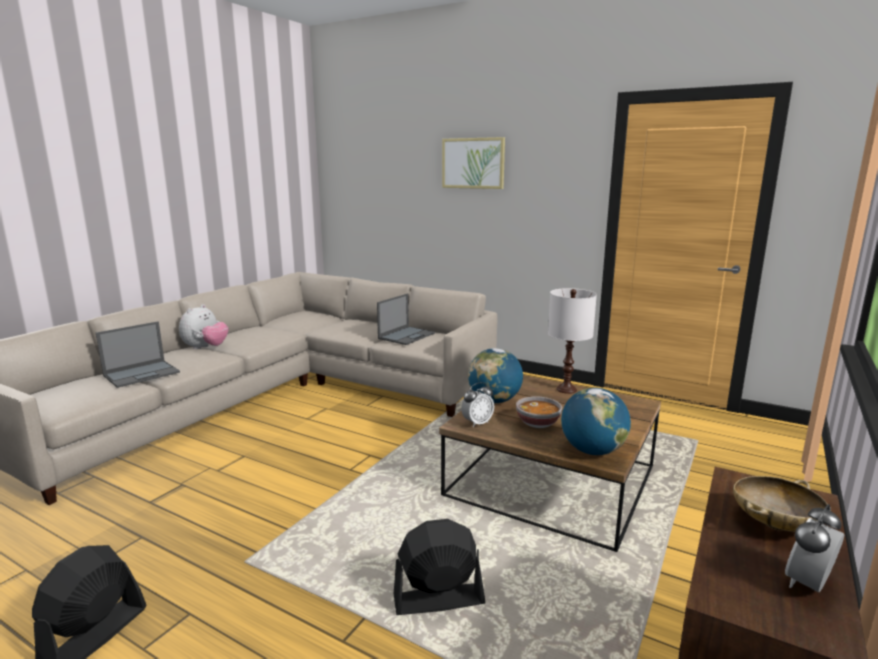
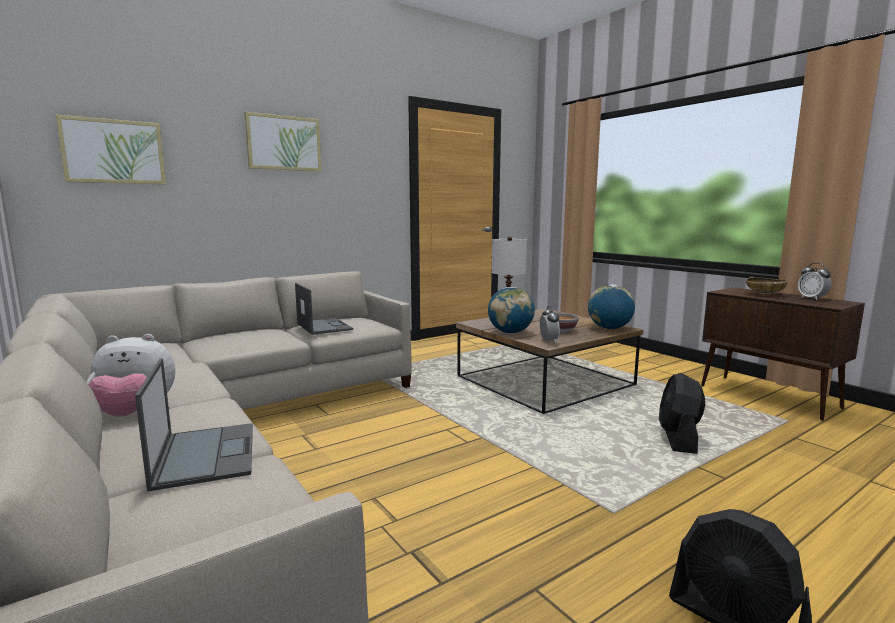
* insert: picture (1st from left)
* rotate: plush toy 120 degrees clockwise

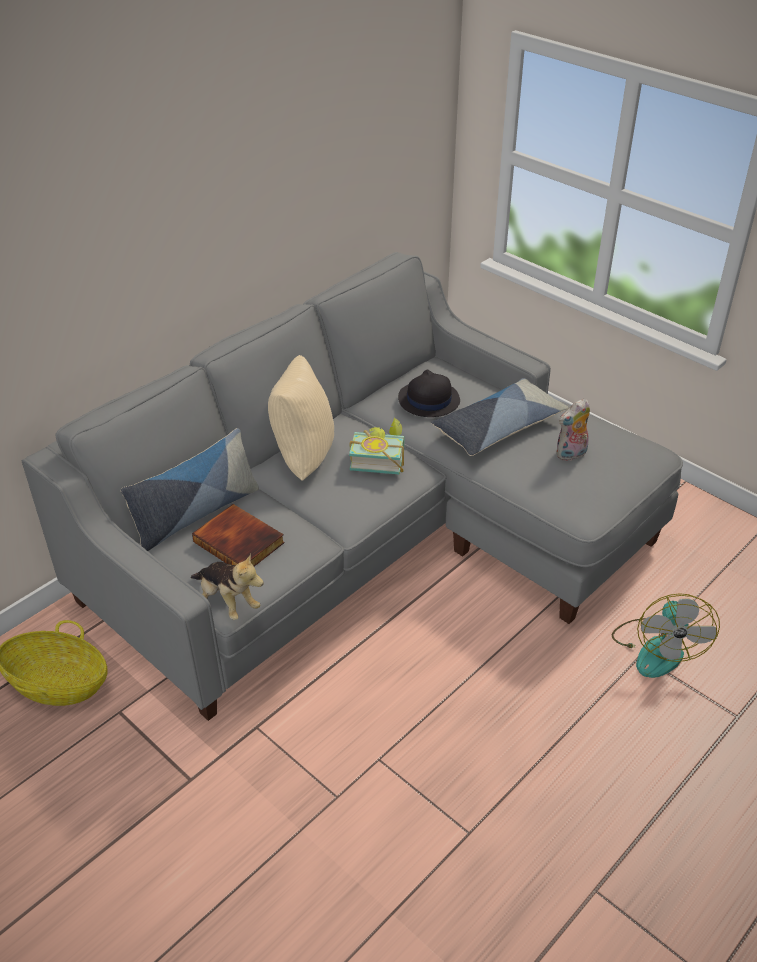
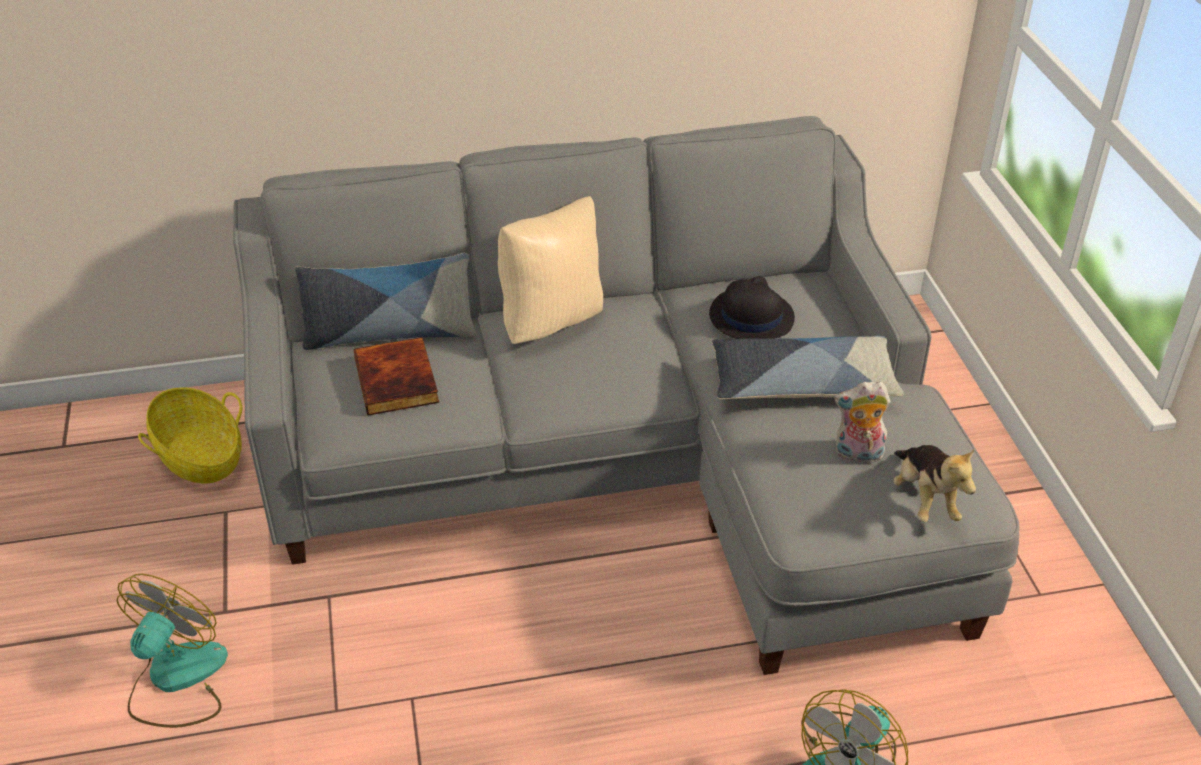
* delete: book (2nd from left)
* insert: fan (1st from left)
* move: plush toy (1st from left in the first image) to plush toy (2nd from left)

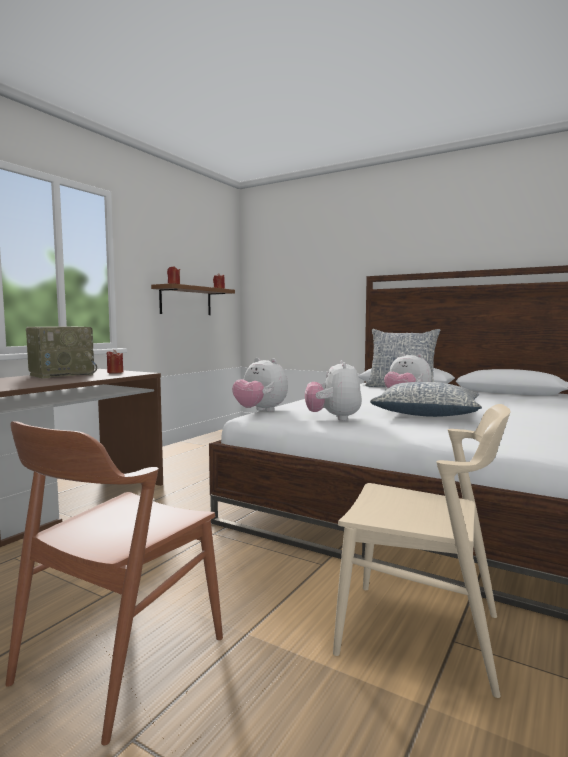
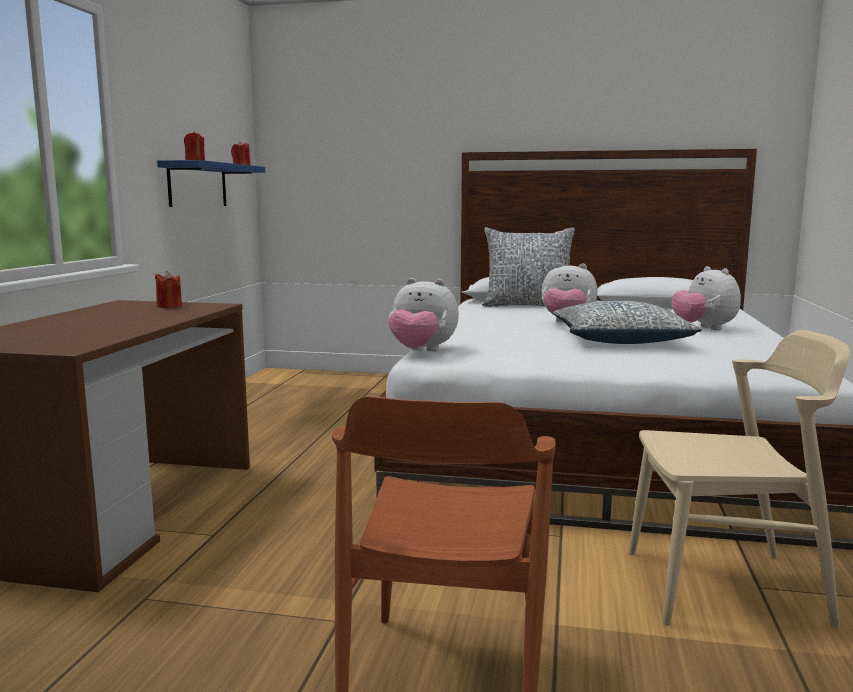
* delete: radio
* move: plush toy (2nd from left in the first image) to plush toy (3rd from left)
* recolor: brown shelf to blue shelf

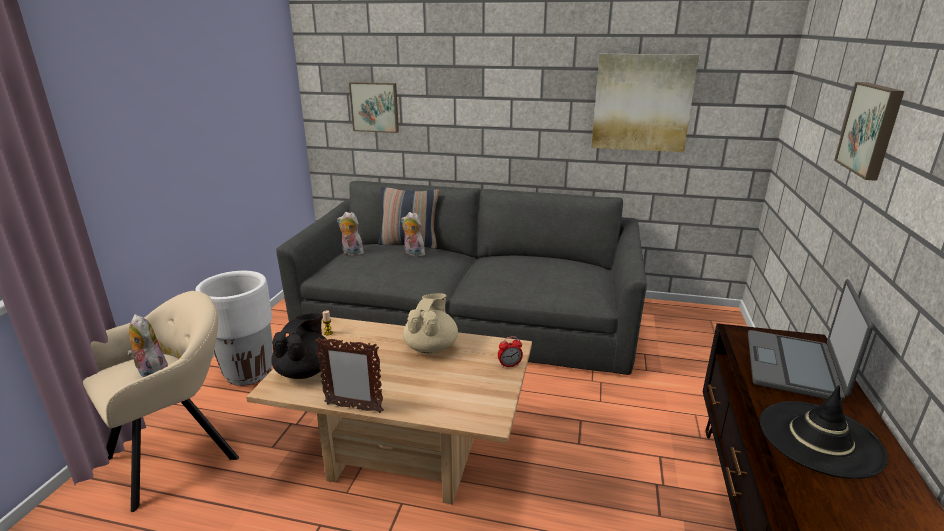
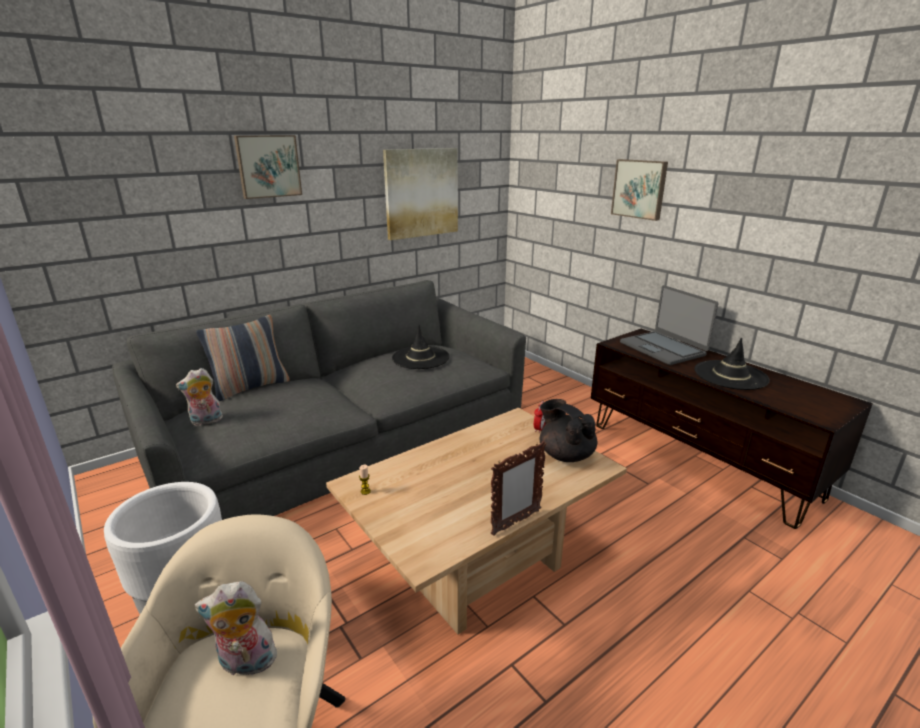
* delete: plush toy (3rd from left)
* delete: beige teapot
* insert: black hat (1st from left)
* move: black teapot
* move: picture (1st from left)

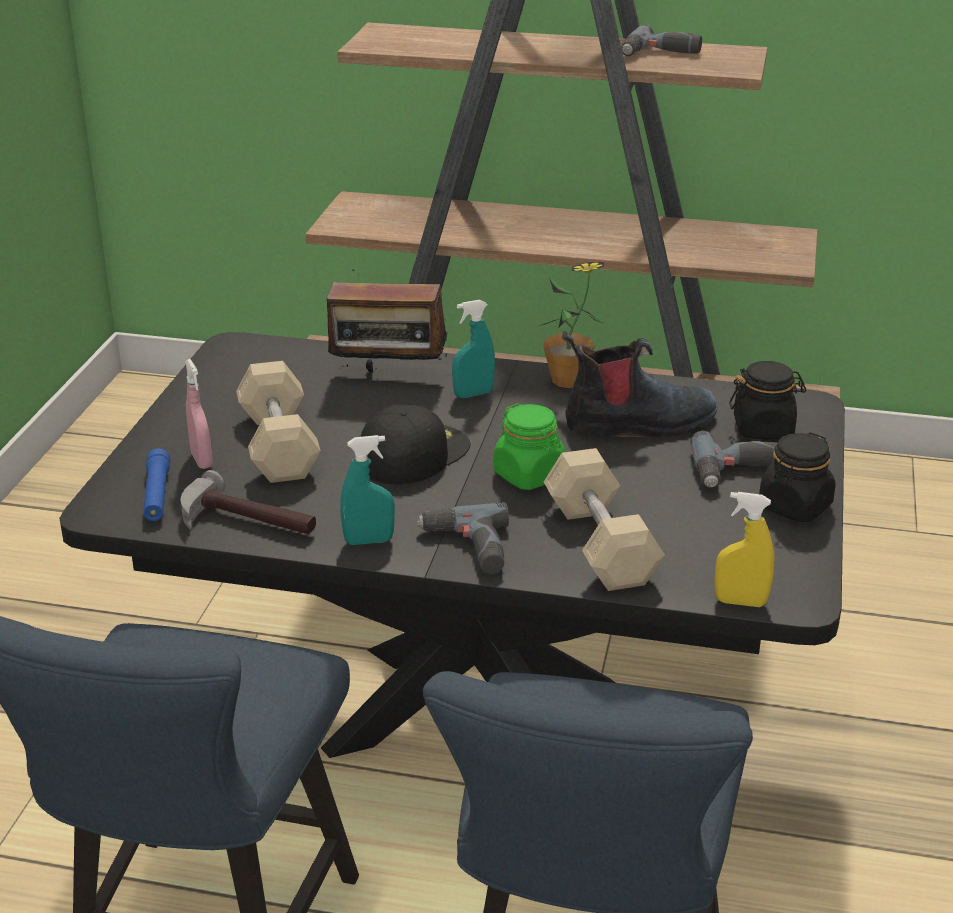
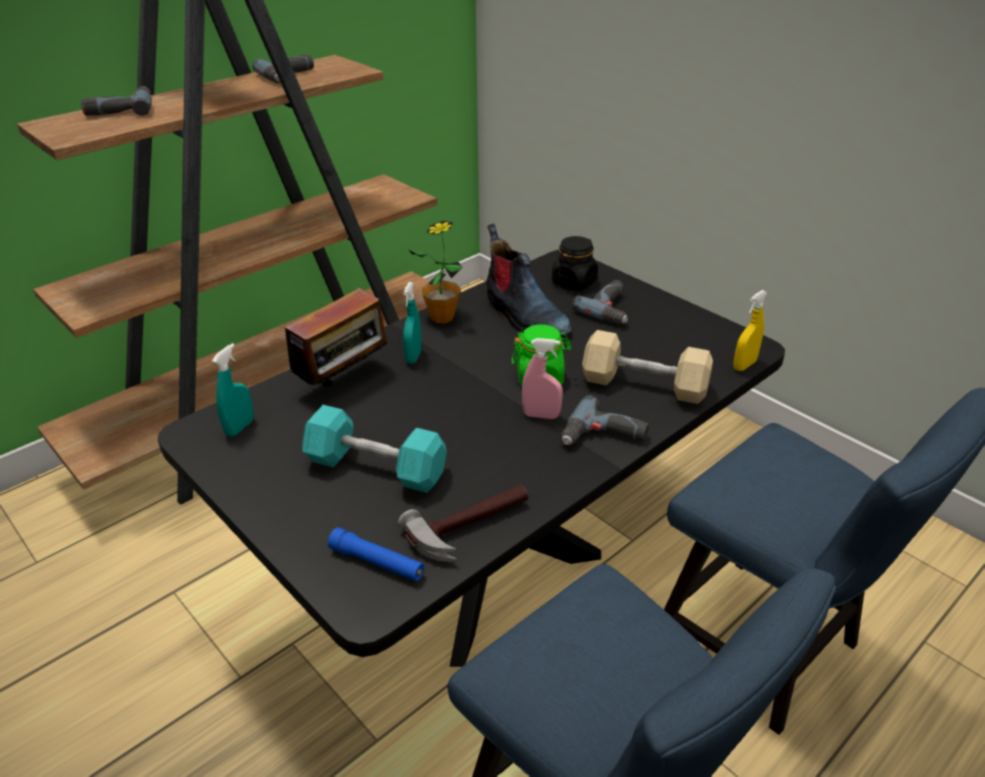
* delete: black cap
* delete: black jar (2nd from left)
* insert: power drill (1st from left)
* move: pink spray bottle
* move: turquoise spray bottle (1st from left)
* recolor: beige dumbbell (1st from left) to turquoise dumbbell
* rotate: boot 120 degrees clockwise

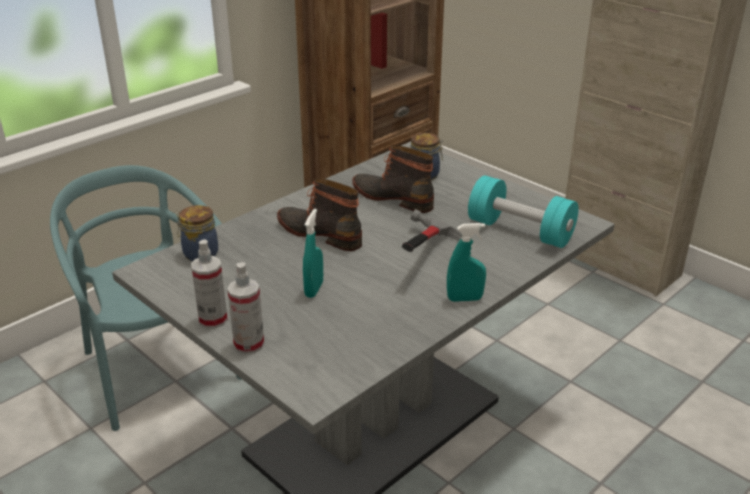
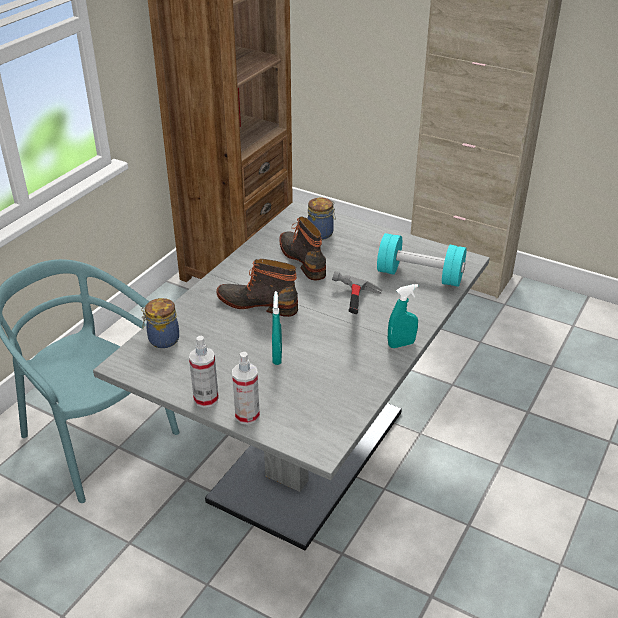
* rotate: boot (2nd from left) 45 degrees clockwise

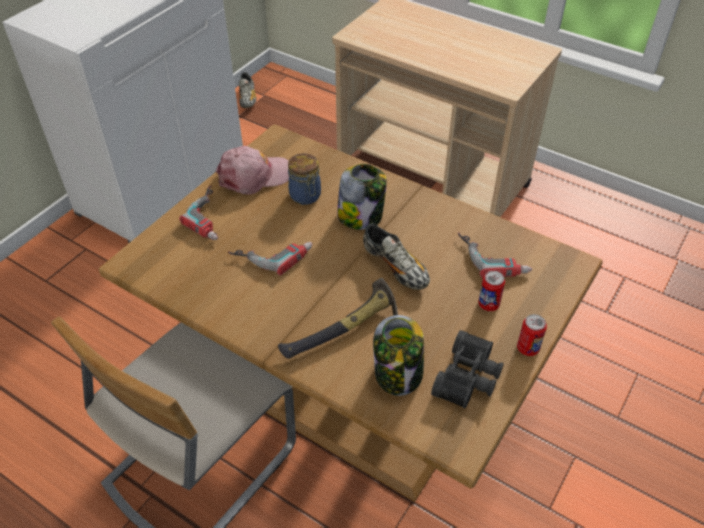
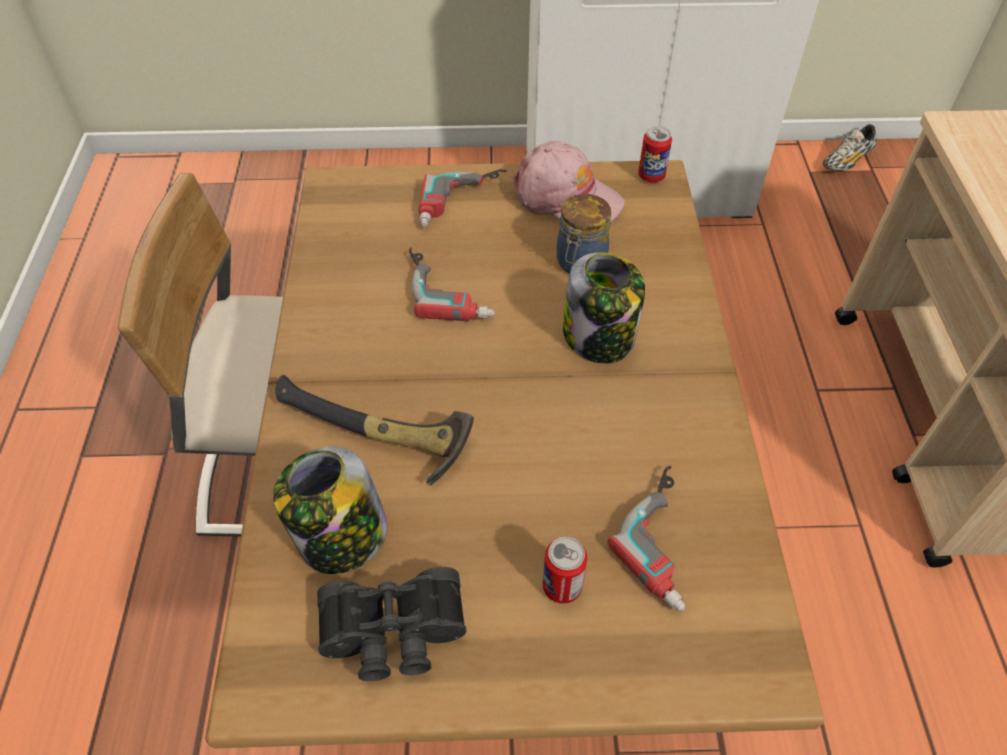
* delete: shoe (2nd from left)
* move: can (2nd from left)

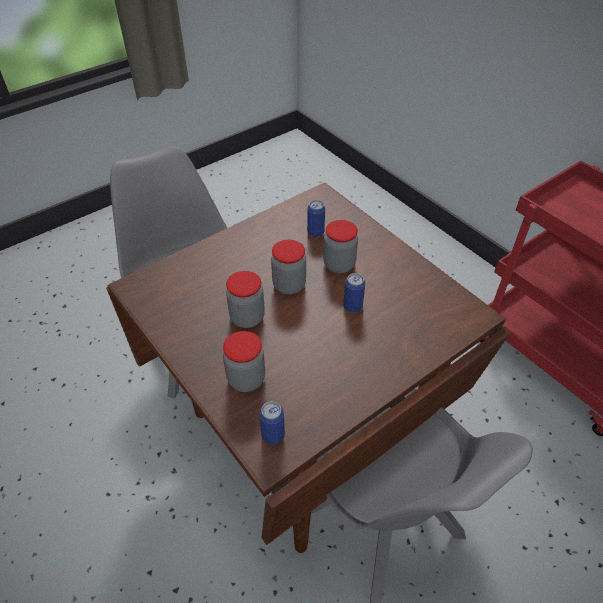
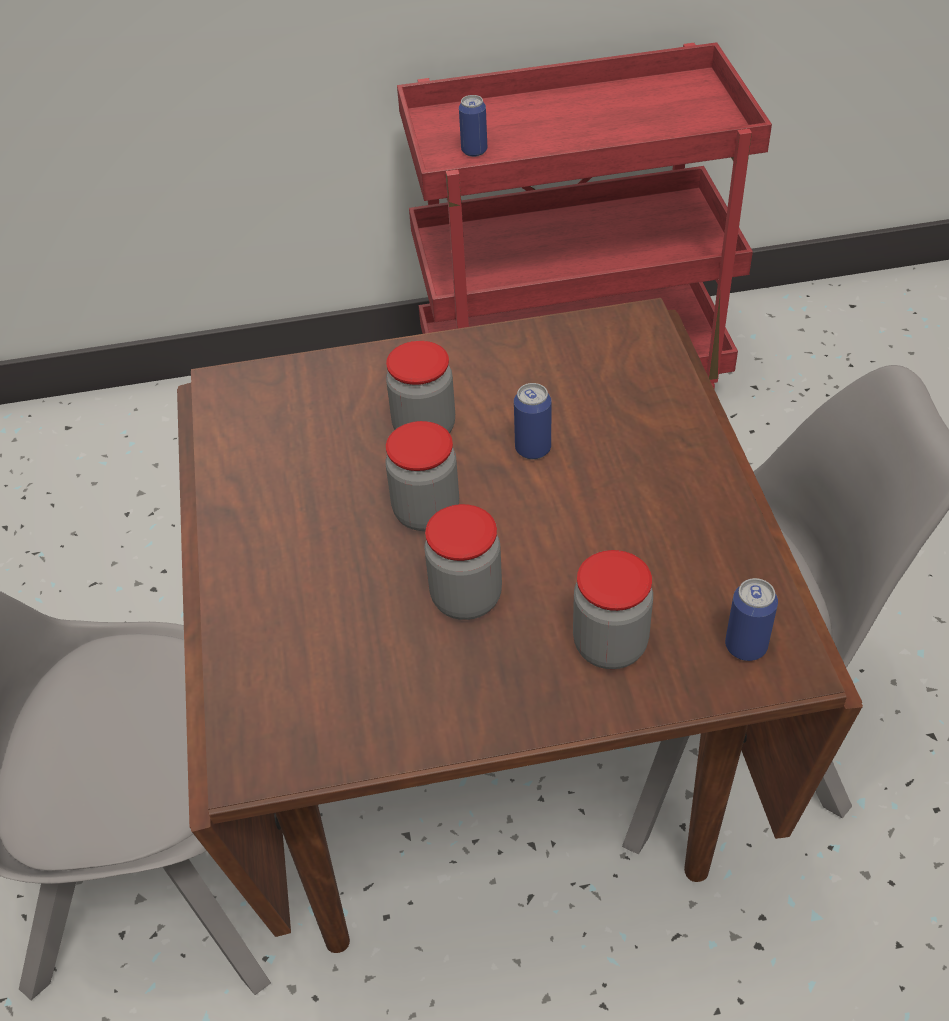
* move: can (2nd from left in the first image) to can (1st from left)

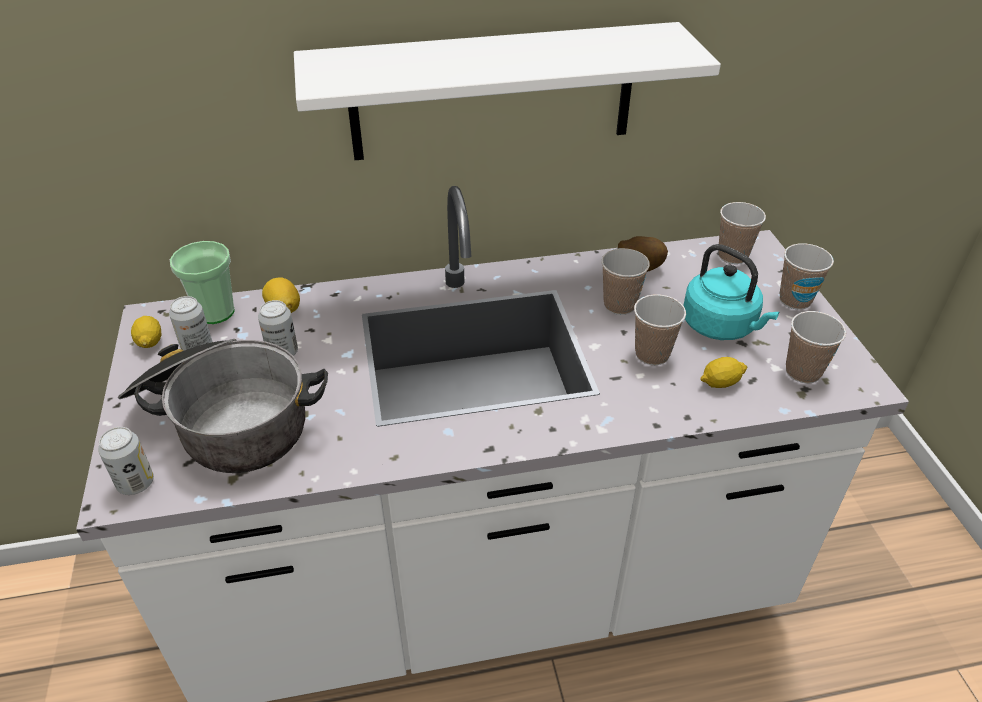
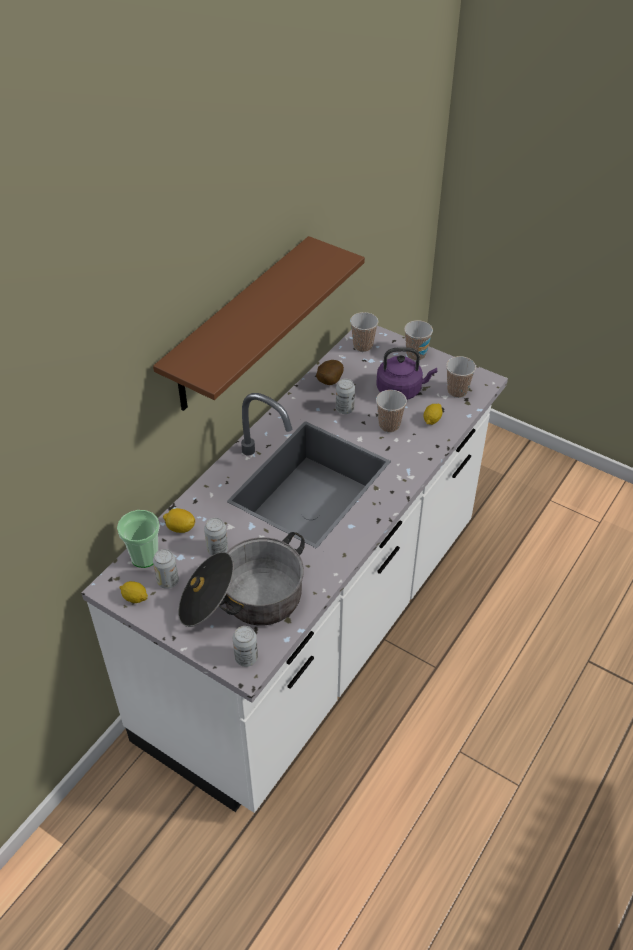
* replace: cup (2nd from left) to can (4th from left)
* recolor: white shelf to brown shelf
* recolor: turquoise kettle to purple kettle

